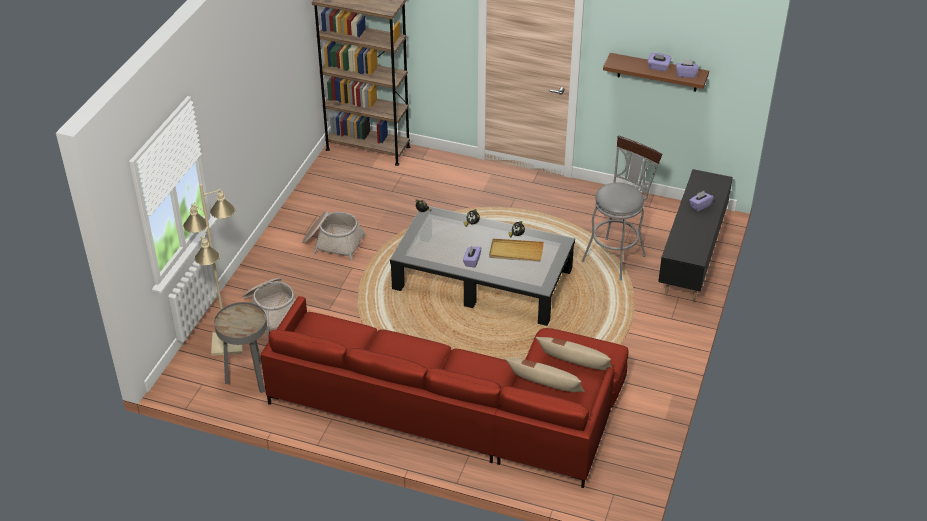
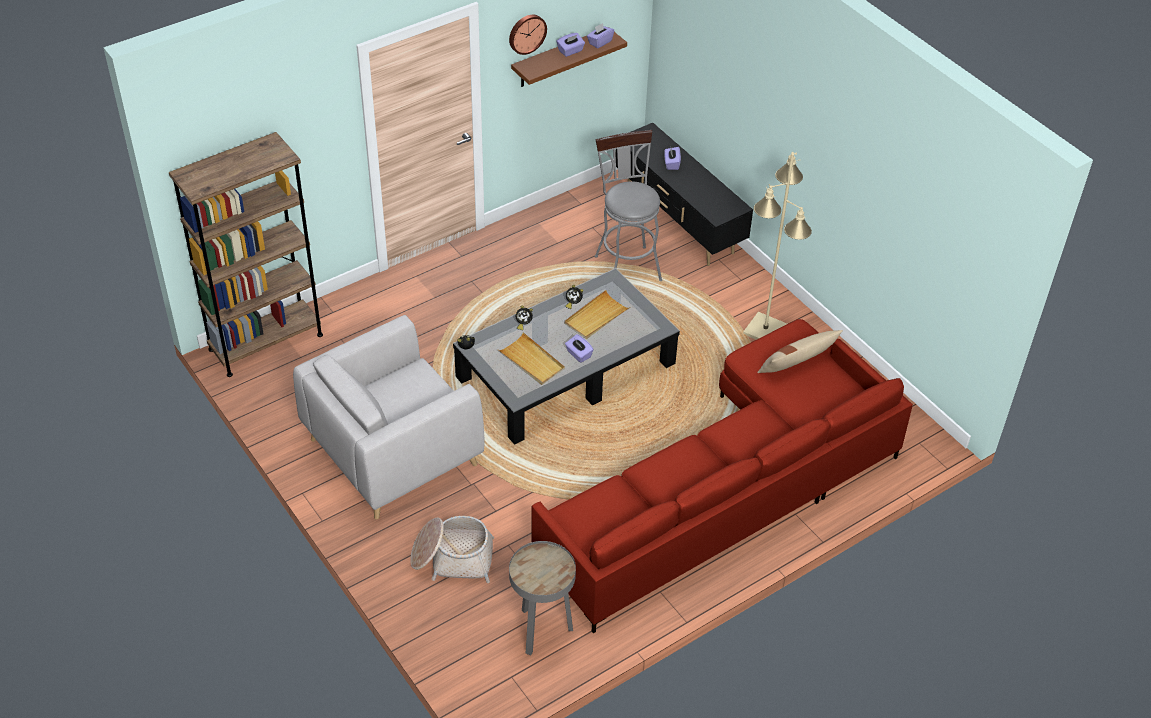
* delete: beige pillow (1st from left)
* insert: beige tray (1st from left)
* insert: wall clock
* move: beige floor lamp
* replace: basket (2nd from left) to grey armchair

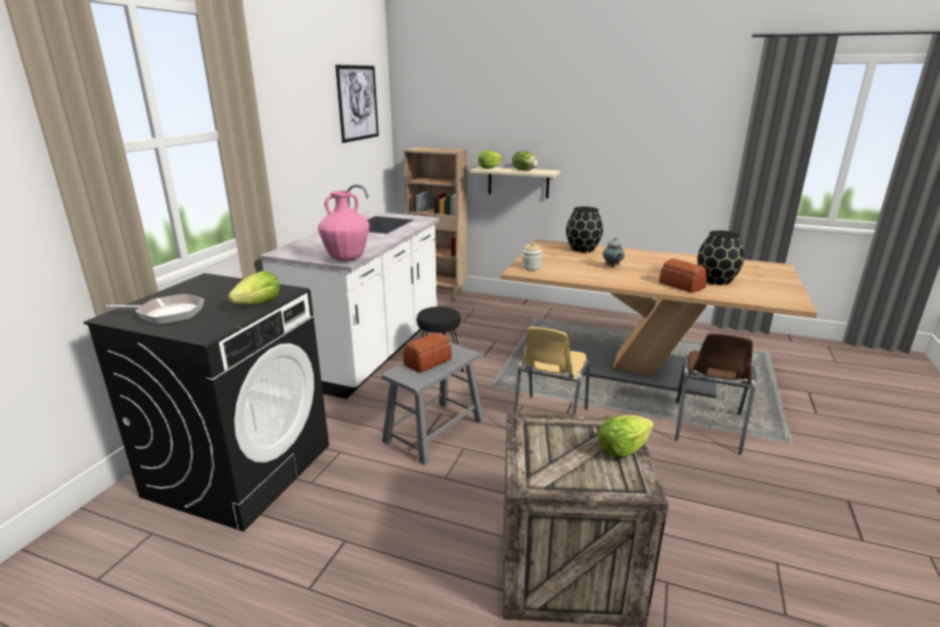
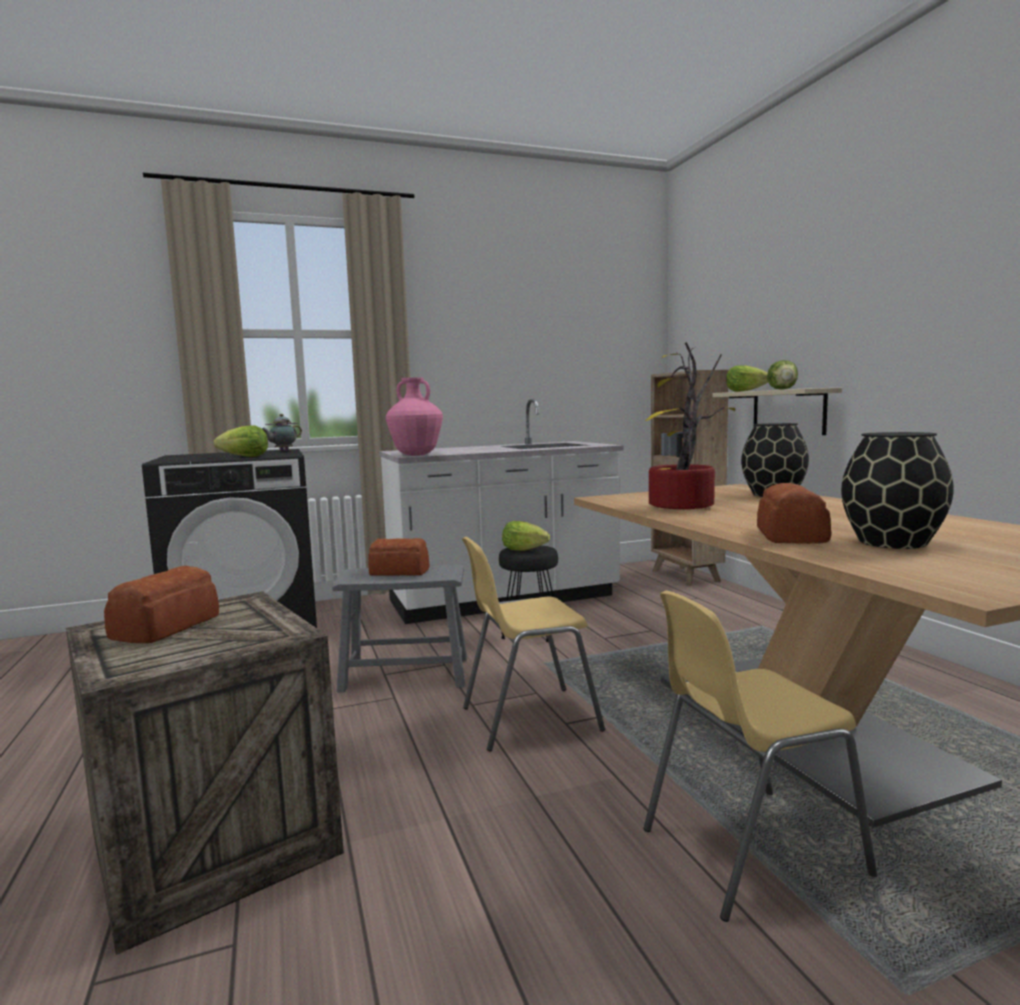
* delete: frying pan
* delete: picture
* delete: jar
* insert: bread (1st from left)
* insert: potted plant
* move: lettuce (4th from left in the first image) to lettuce (2nd from left)
* move: teapot
* recolor: brown chair to yellow chair (2nd from left)

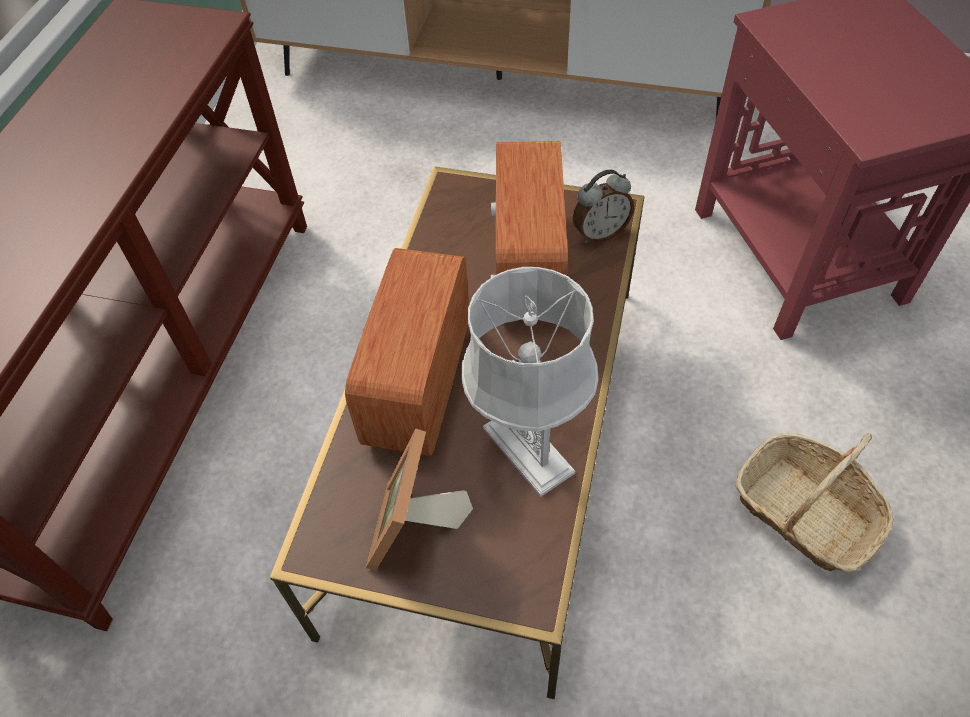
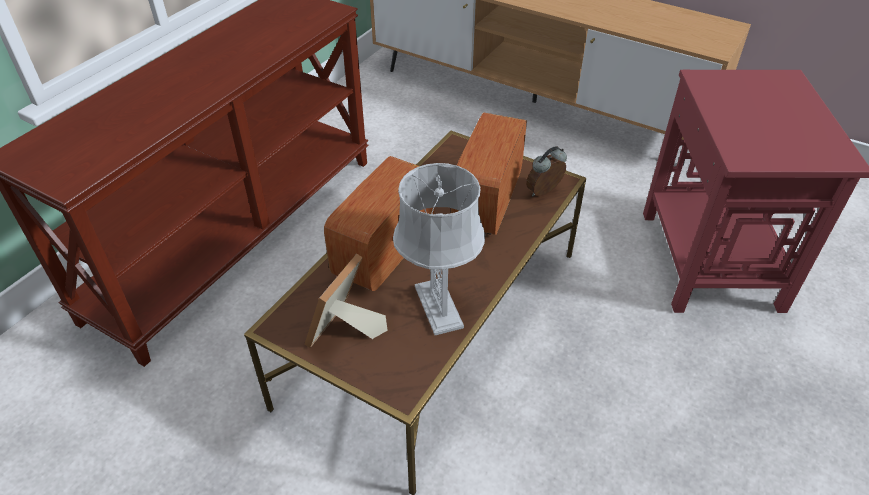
* delete: basket
* rotate: alarm clock 150 degrees clockwise

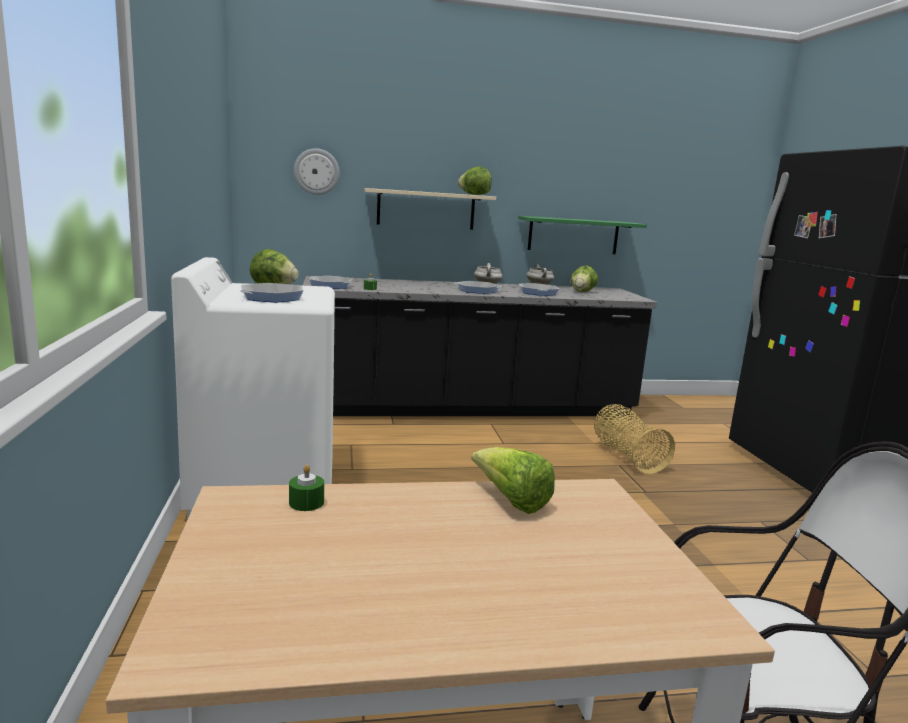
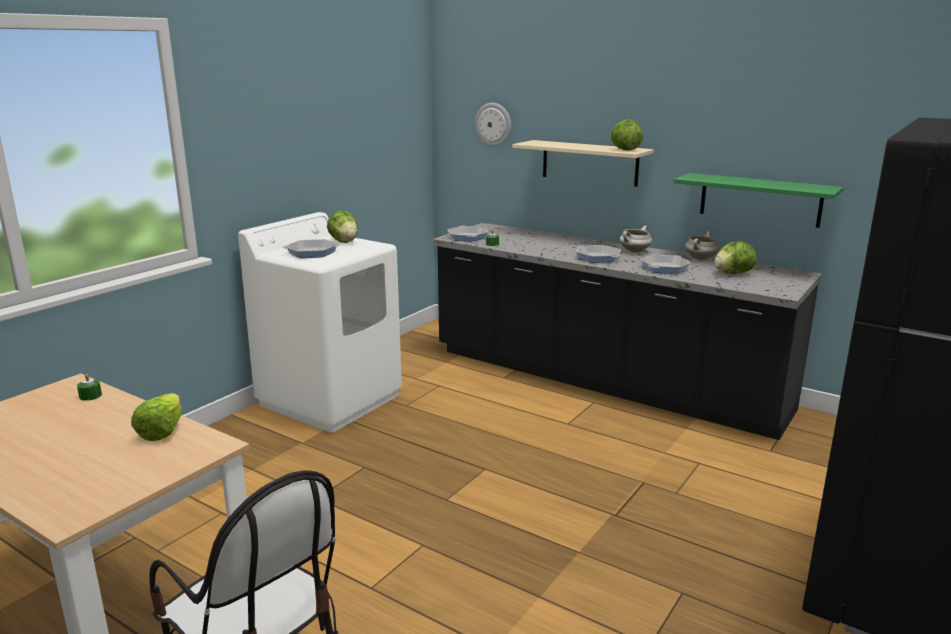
* delete: basket

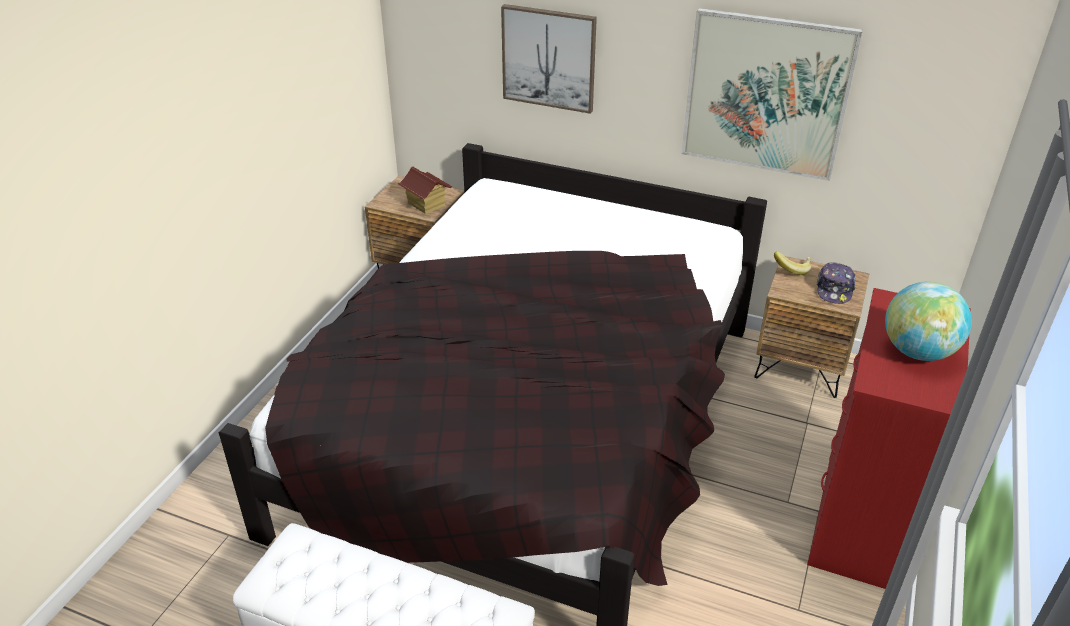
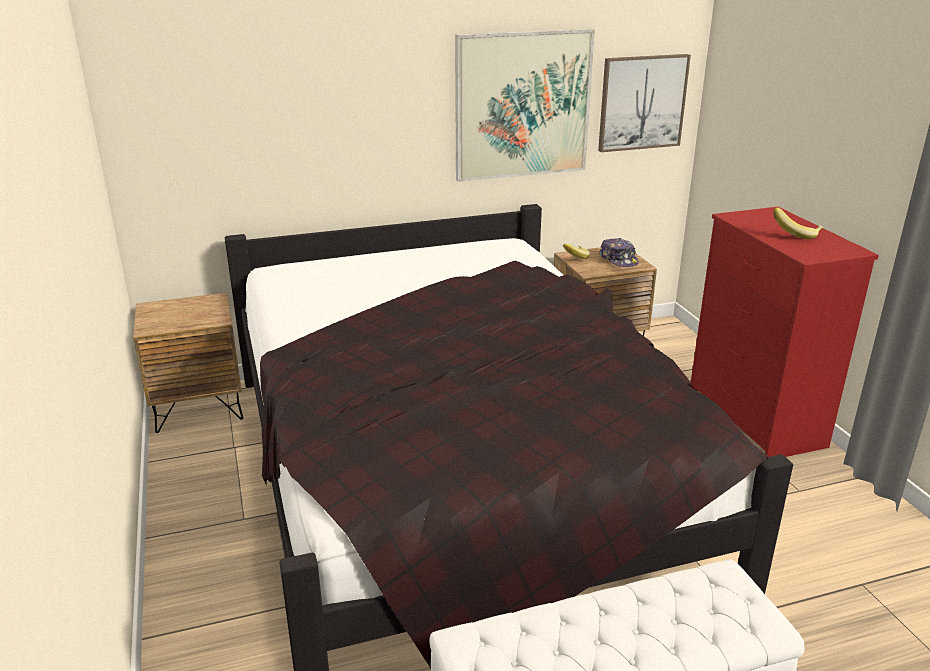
* delete: toy house
* move: picture (1st from left in the first image) to picture (2nd from left)
* replace: globe to banana (2nd from left)

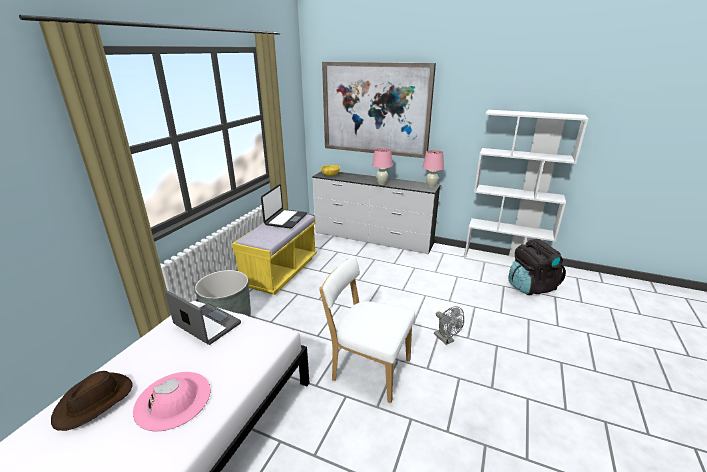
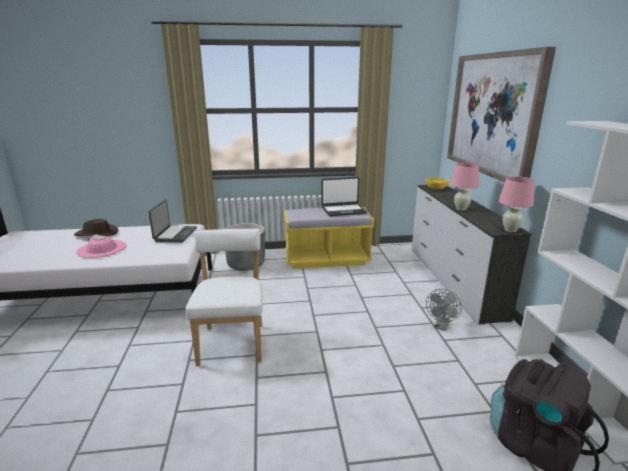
* move: grey fan

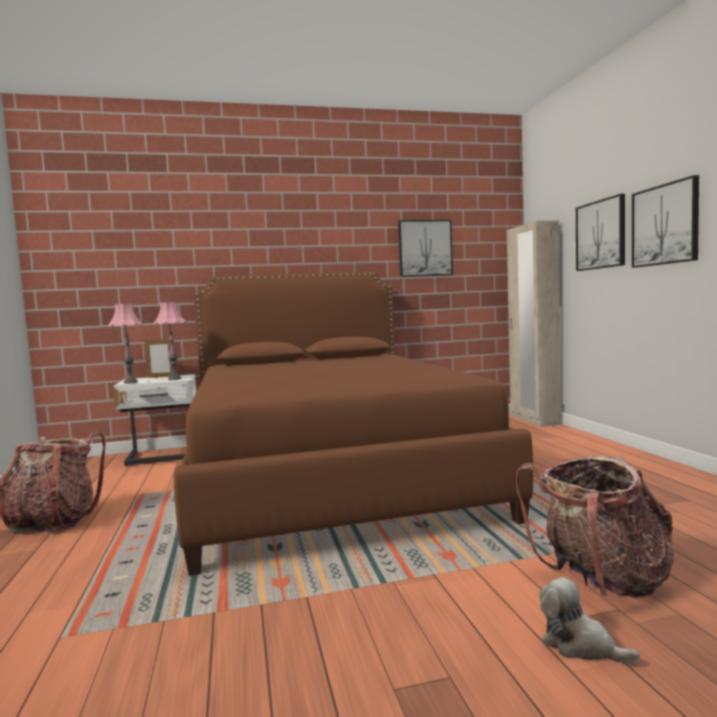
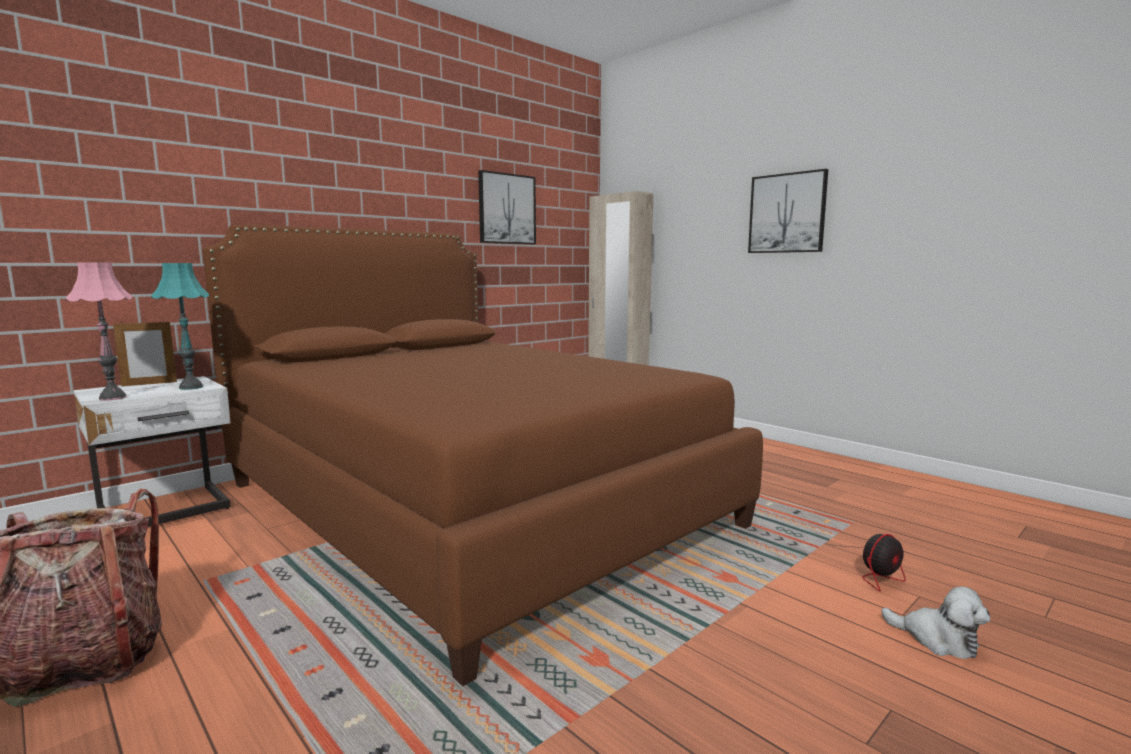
* delete: picture (2nd from left)
* replace: backpack (2nd from left) to fan
* recolor: pink table lamp (2nd from left) to turquoise table lamp
* rotate: plush toy 150 degrees counterclockwise

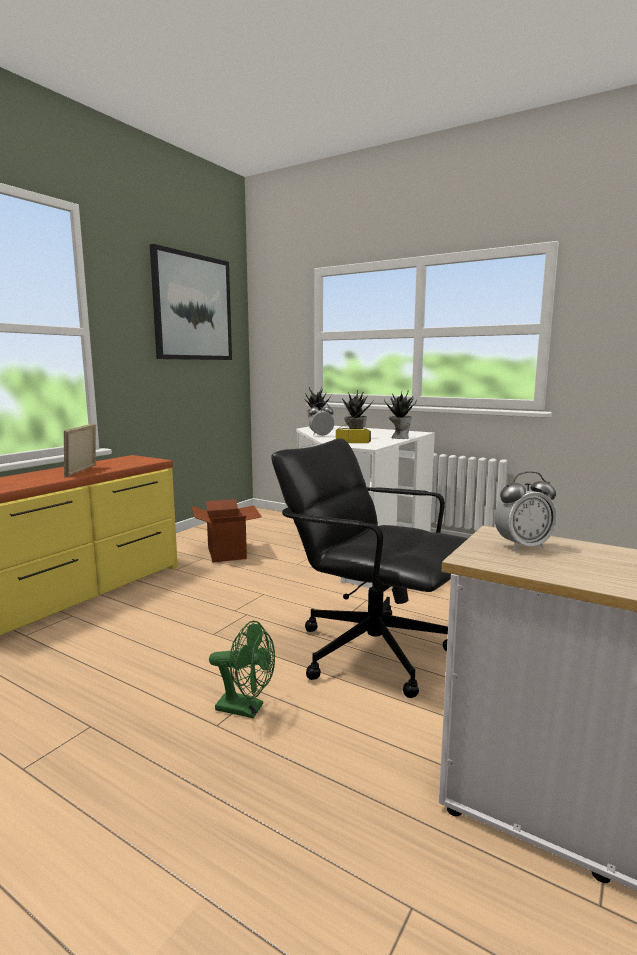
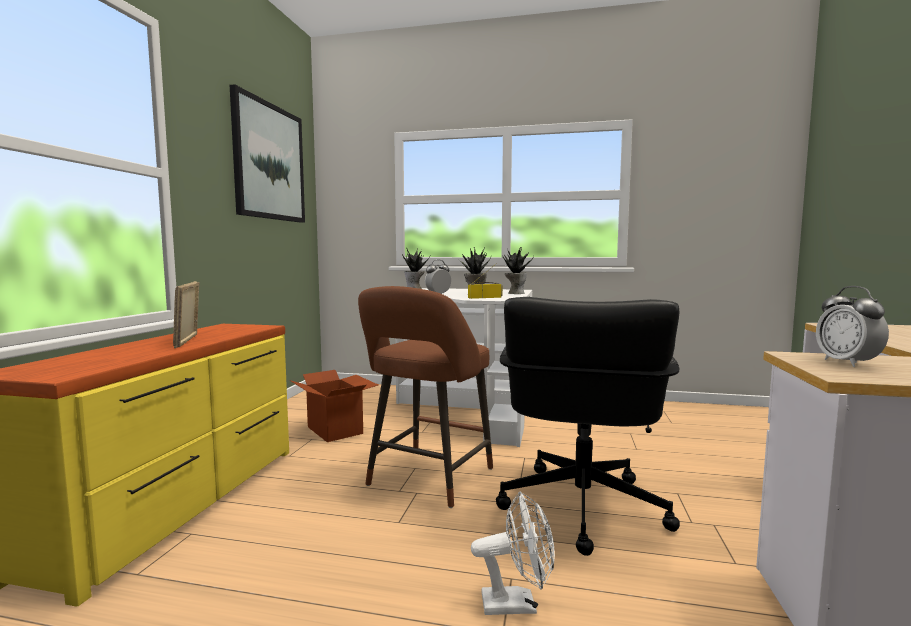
* insert: brown stool
* recolor: green fan to white fan
* rotate: black office chair 90 degrees counterclockwise
* rotate: alarm clock (2nd from left) 120 degrees clockwise

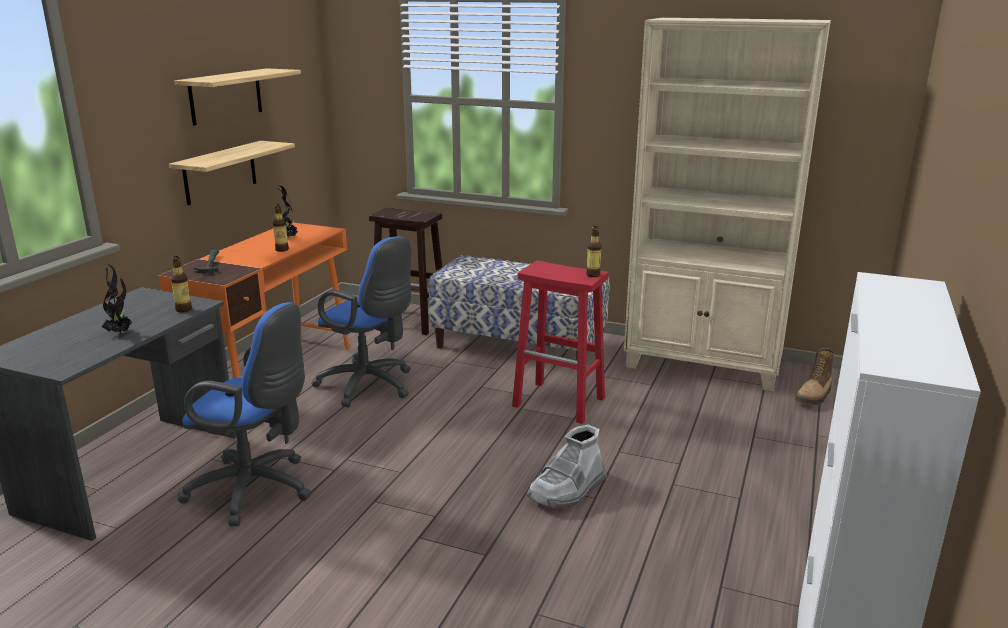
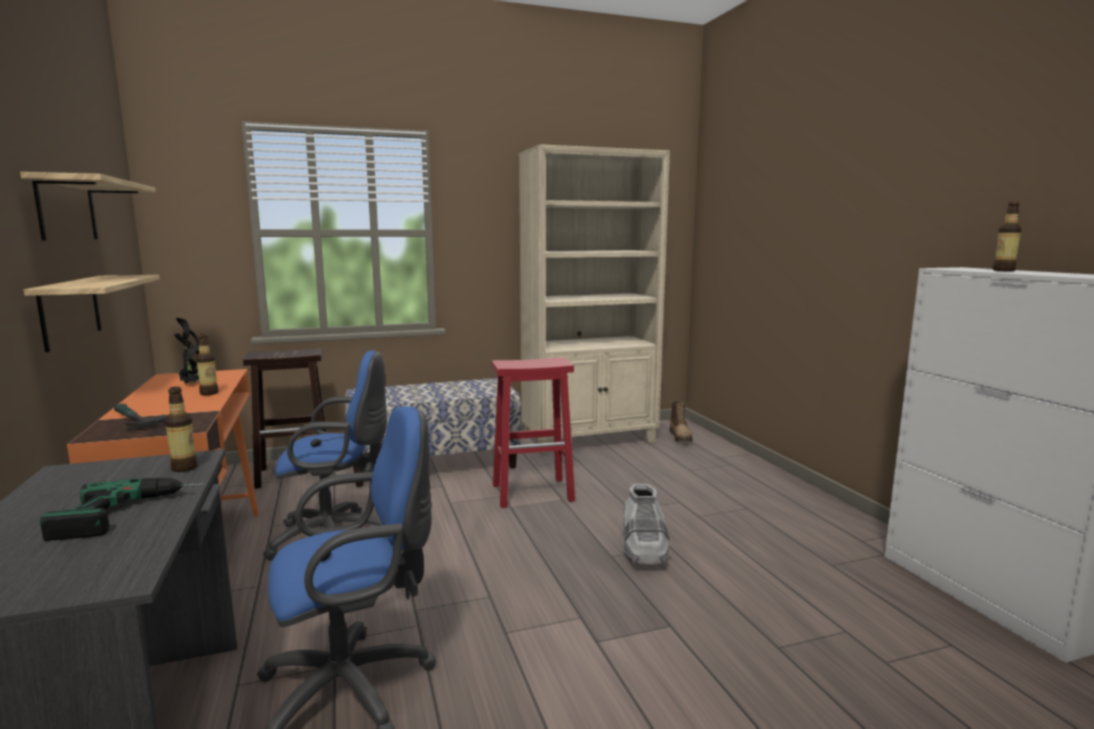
* move: bottle (3rd from left)
* replace: potted plant (1st from left) to power drill

